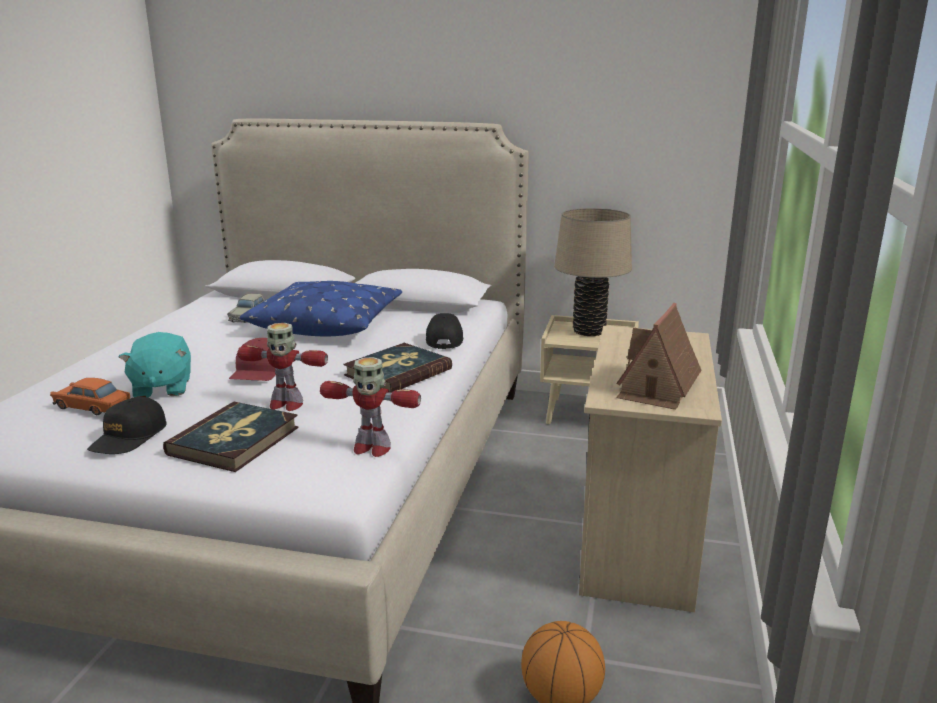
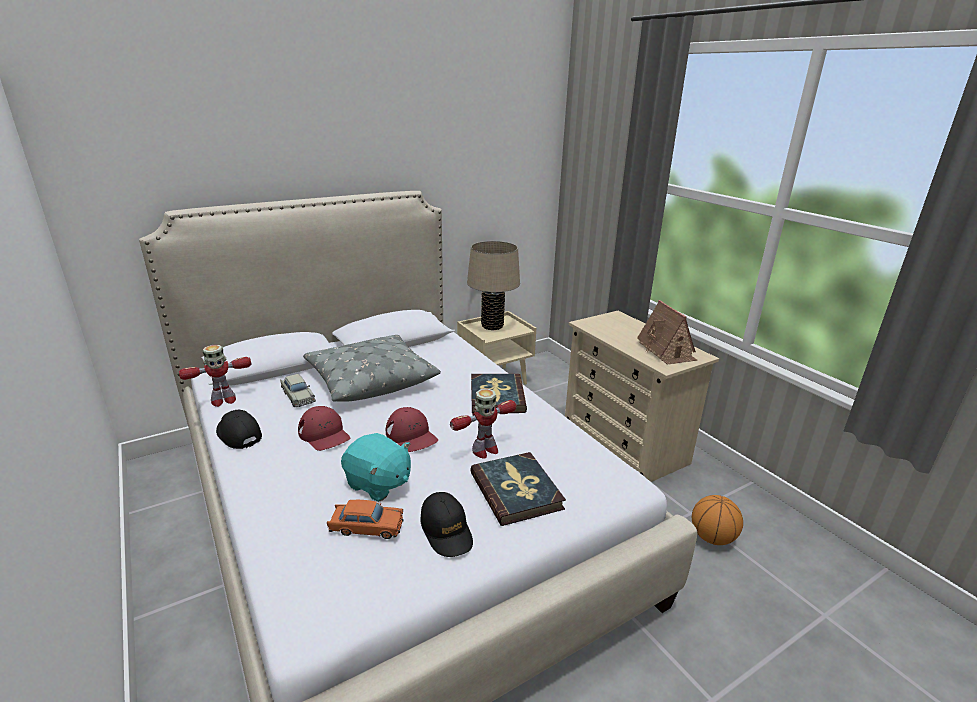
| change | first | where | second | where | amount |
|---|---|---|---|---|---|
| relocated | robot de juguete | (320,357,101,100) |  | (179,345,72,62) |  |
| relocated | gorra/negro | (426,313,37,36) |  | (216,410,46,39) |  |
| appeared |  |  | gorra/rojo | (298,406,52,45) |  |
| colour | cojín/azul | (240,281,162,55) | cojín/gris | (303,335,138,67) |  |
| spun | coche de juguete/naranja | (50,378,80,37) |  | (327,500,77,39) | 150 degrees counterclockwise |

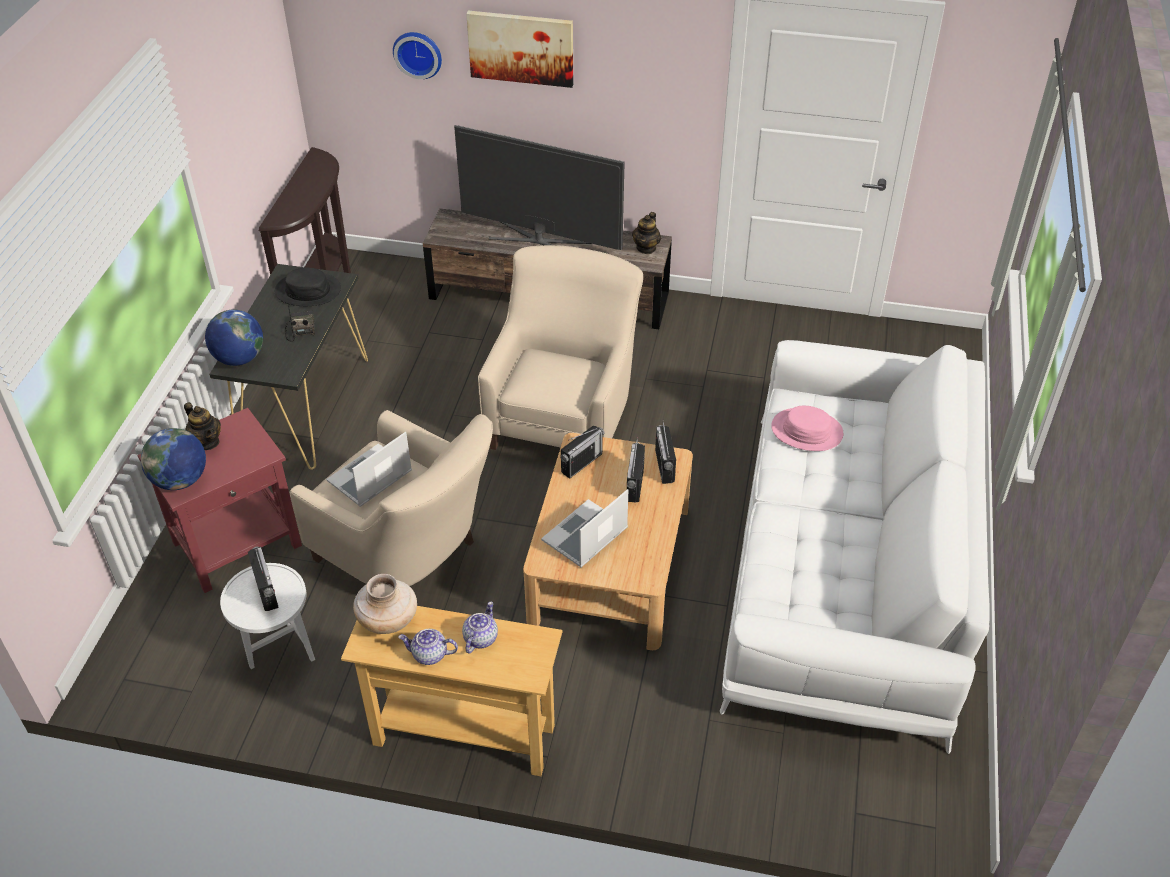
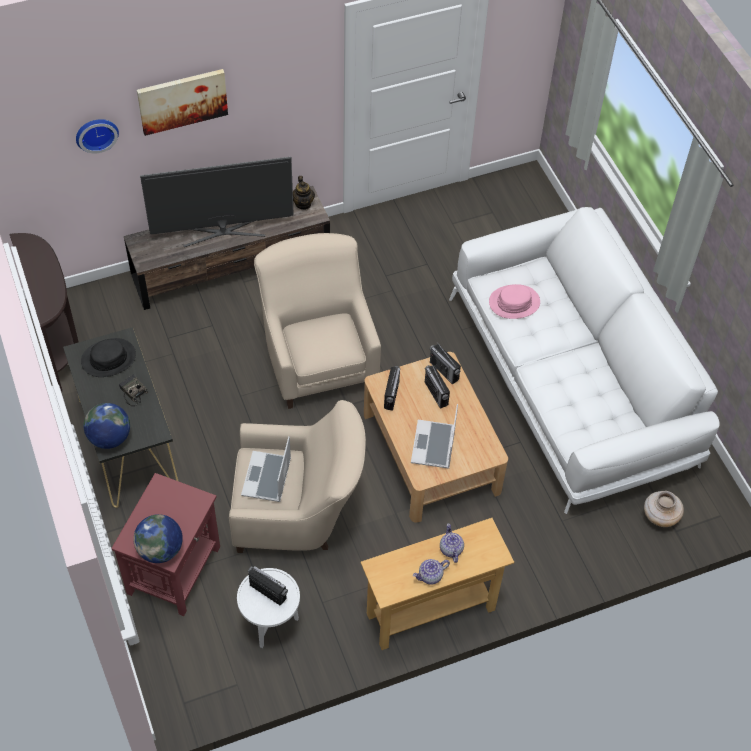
| change | first | where | second | where | amount |
|---|---|---|---|---|---|
| relocated | florero/beis | (353,574,64,60) |  | (644,491,40,36) |  |
| missing | tetera | (184,402,37,48) |  |  |  |

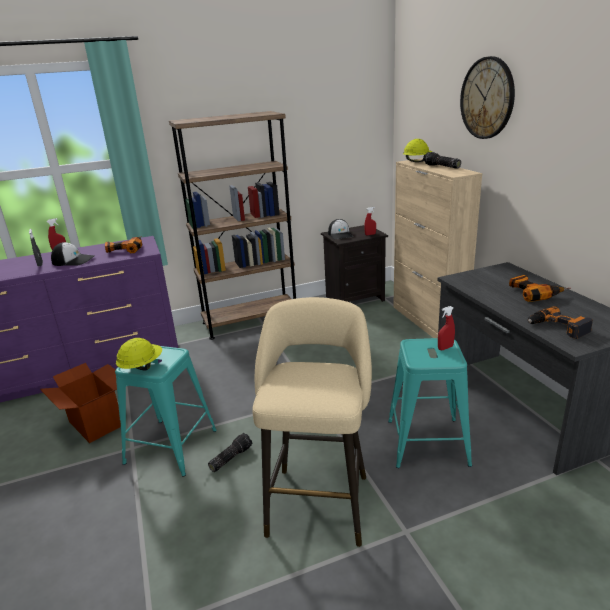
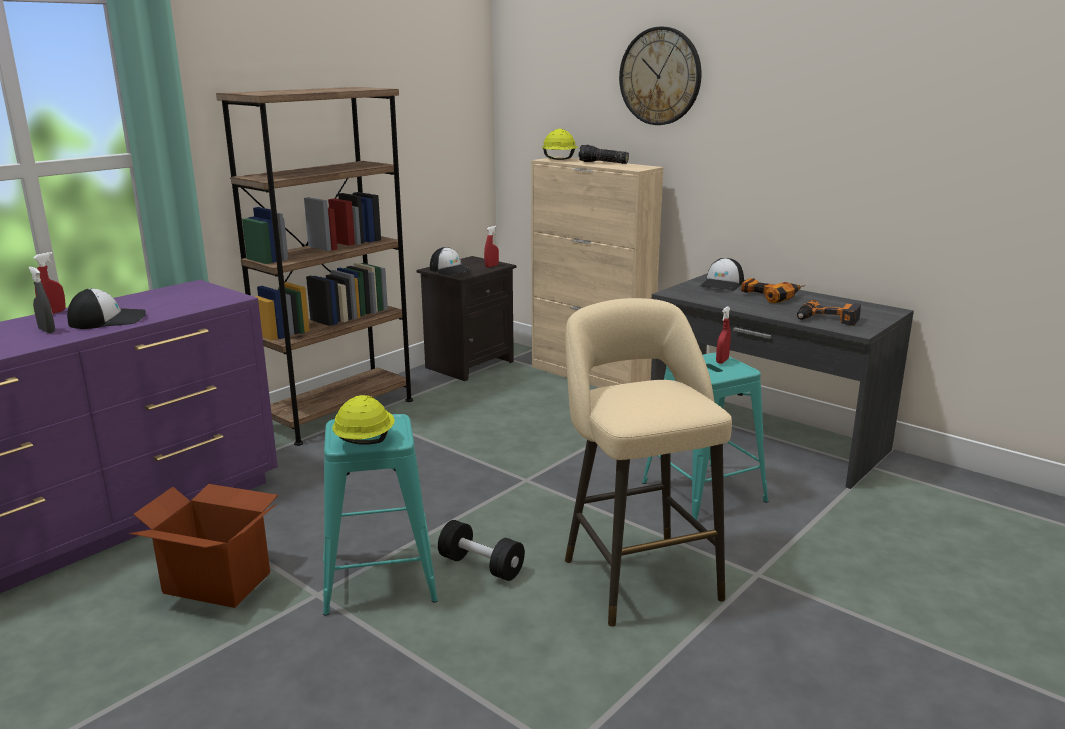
| change | first | where | second | where | amount |
|---|---|---|---|---|---|
| exchanged | linterna | (208,433,44,39) | mancuerna/negro | (438,520,87,61) |  |
| appeared |  |  | gorra | (700,258,44,33) |  |
| missing | taladro | (105,236,37,17) |  |  |  |

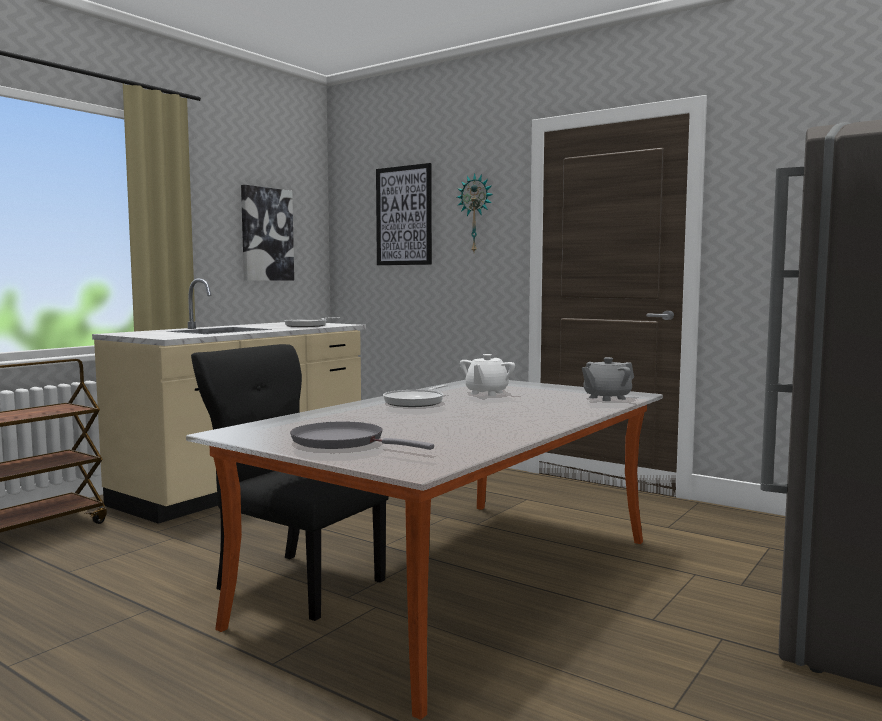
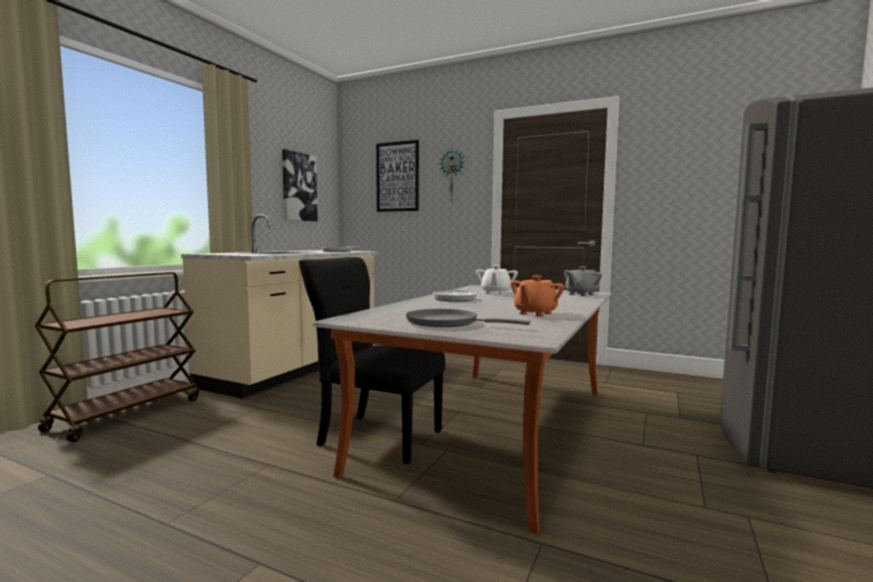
| change | first | where | second | where | amount |
|---|---|---|---|---|---|
| appeared |  |  | tetera/naranja | (510,275,54,42) |  |

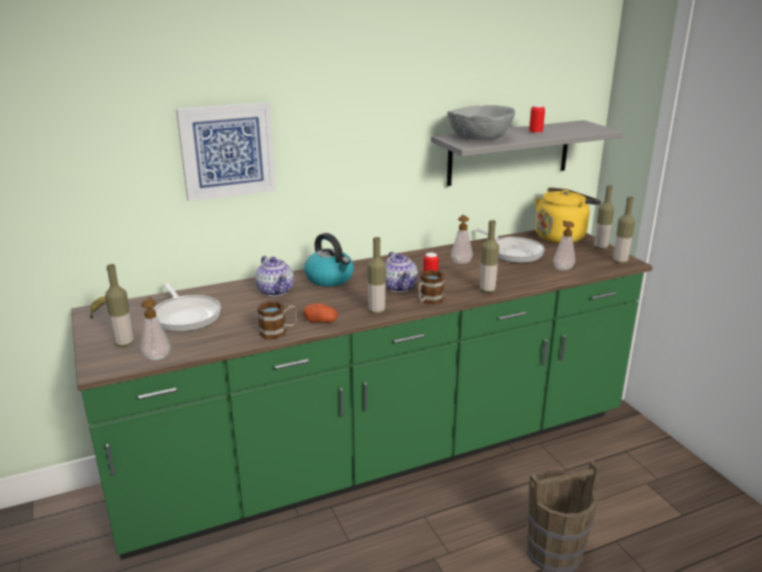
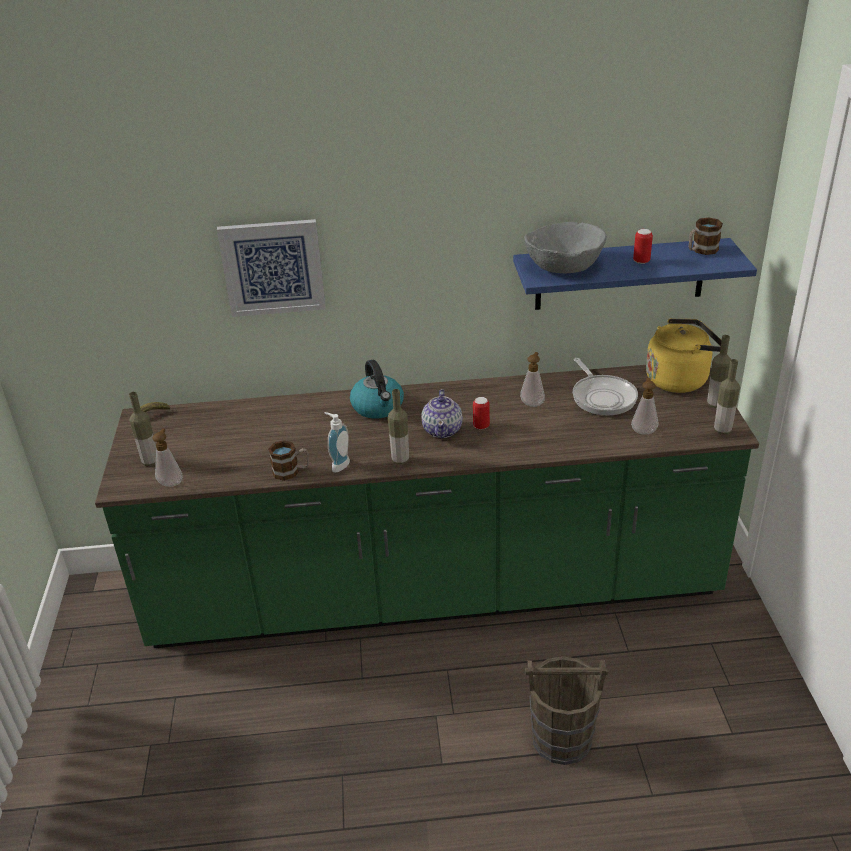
| change | first | where | second | where | amount |
|---|---|---|---|---|---|
| exchanged | patata | (303,303,35,19) | dispensador de jabón | (325,412,25,61) |  |
| colour | estante/gris | (431,120,192,66) | estante/azul | (513,238,244,72) |  |
| relocated | taza grande | (418,270,27,35) |  | (689,218,34,37) |  |
| missing | sartén | (154,283,67,49) |  |  |  |
| missing | tetera | (255,256,39,40) |  |  |  |
| missing | botella | (480,220,19,73) |  |  |  |

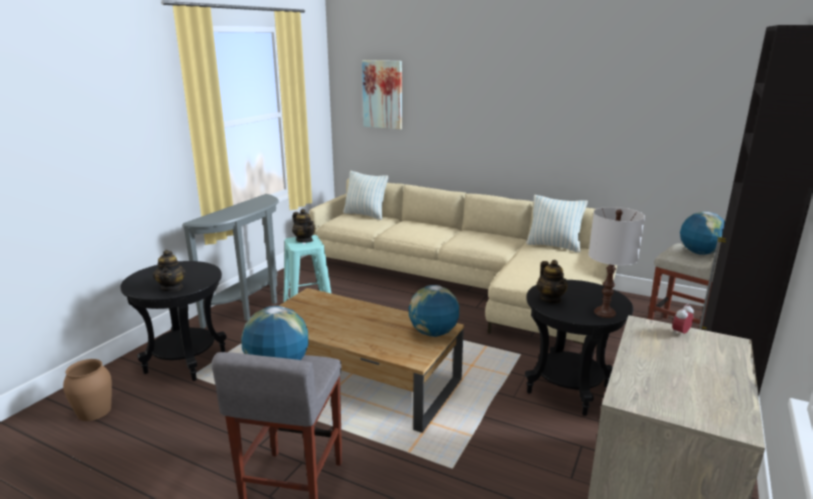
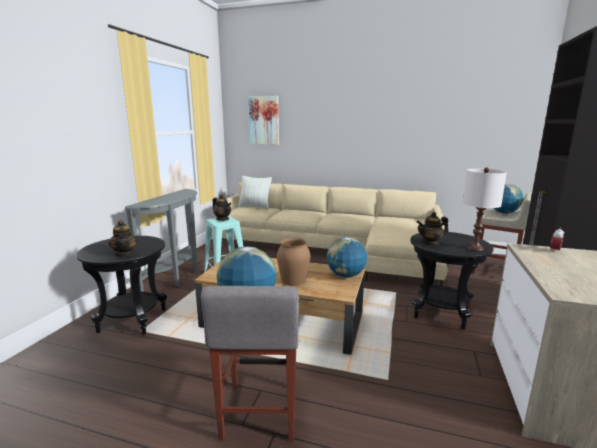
| change | first | where | second | where | amount |
|---|---|---|---|---|---|
| relocated | florero/marrón | (63,359,49,62) |  | (277,238,33,48) |  |
| spun | tetera | (537,260,31,44) |  | (416,212,33,34) | 105 degrees clockwise |
| missing | cojín | (526,195,62,58) |  |  |  |

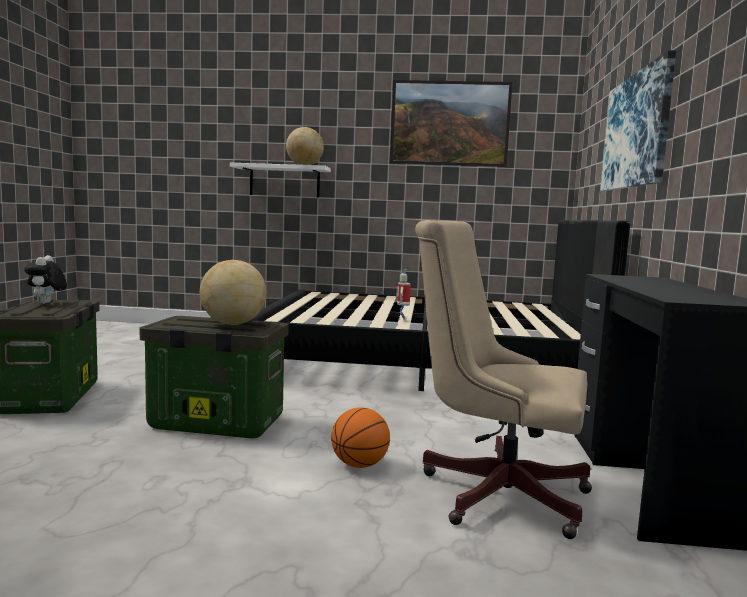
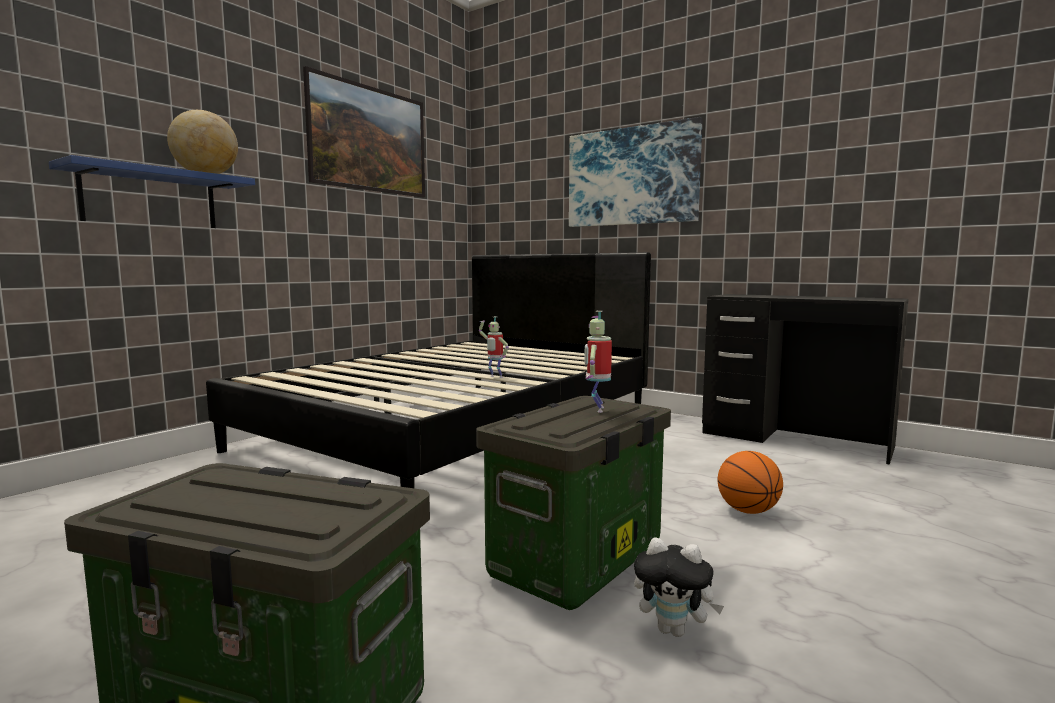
| change | first | where | second | where | amount |
|---|---|---|---|---|---|
| colour | estante/blanco | (230,163,101,34) | estante/azul | (49,155,206,73) |  |
| exchanged | globo terráqueo | (199,260,67,65) | robot de juguete | (584,311,28,102) |  |
| relocated | peluche | (24,255,43,49) |  | (634,537,90,100) |  |
| missing | silla de oficina/beis | (415,220,177,319) |  |  |  |

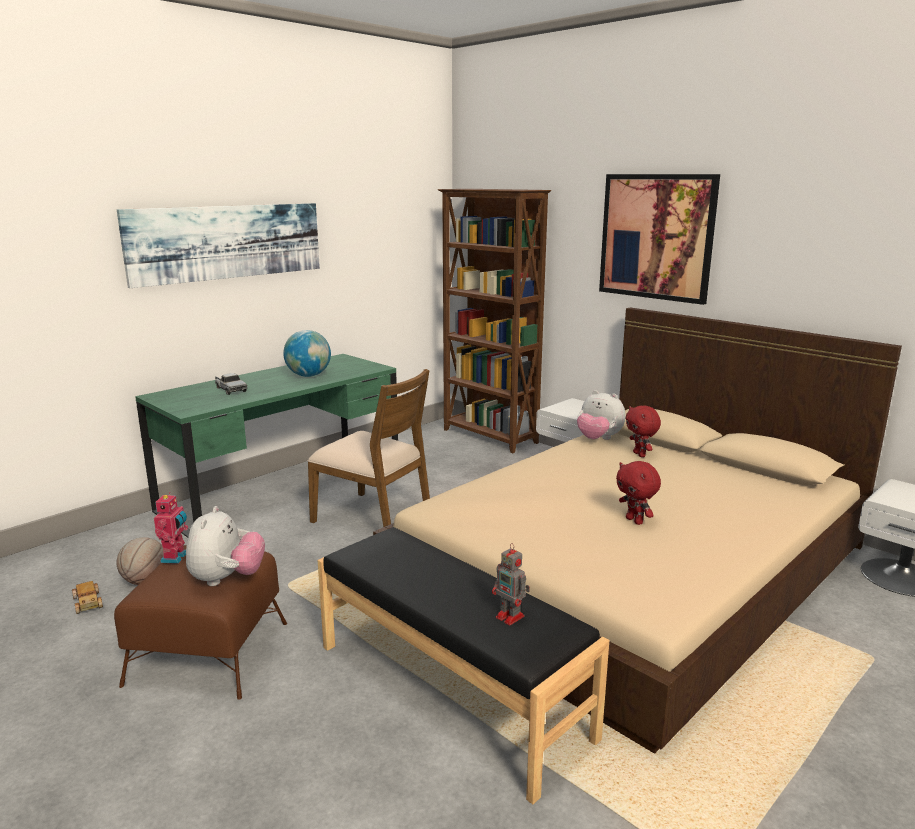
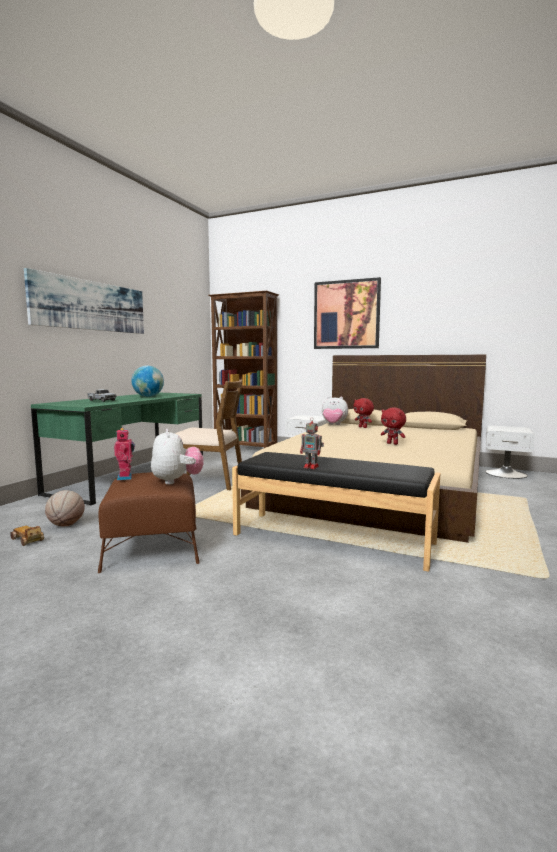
| change | first | where | second | where | amount |
|---|---|---|---|---|---|
| relocated | robot de juguete | (492,543,38,82) |  | (300,417,24,52) |  |

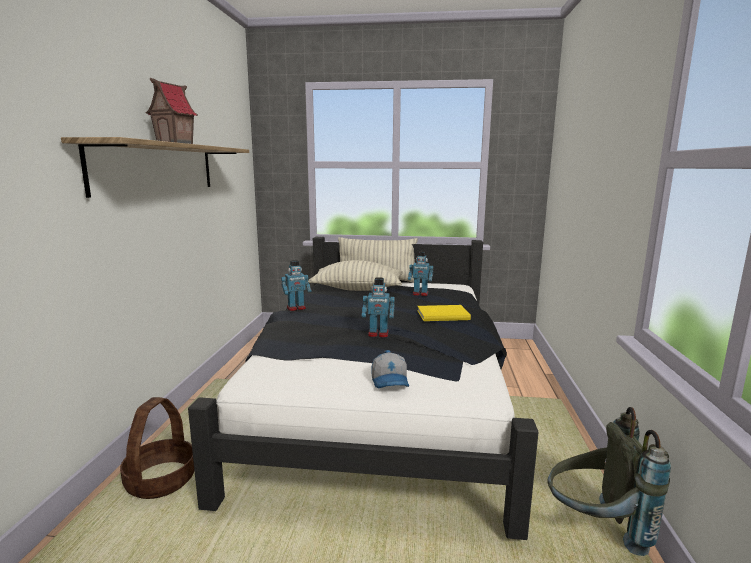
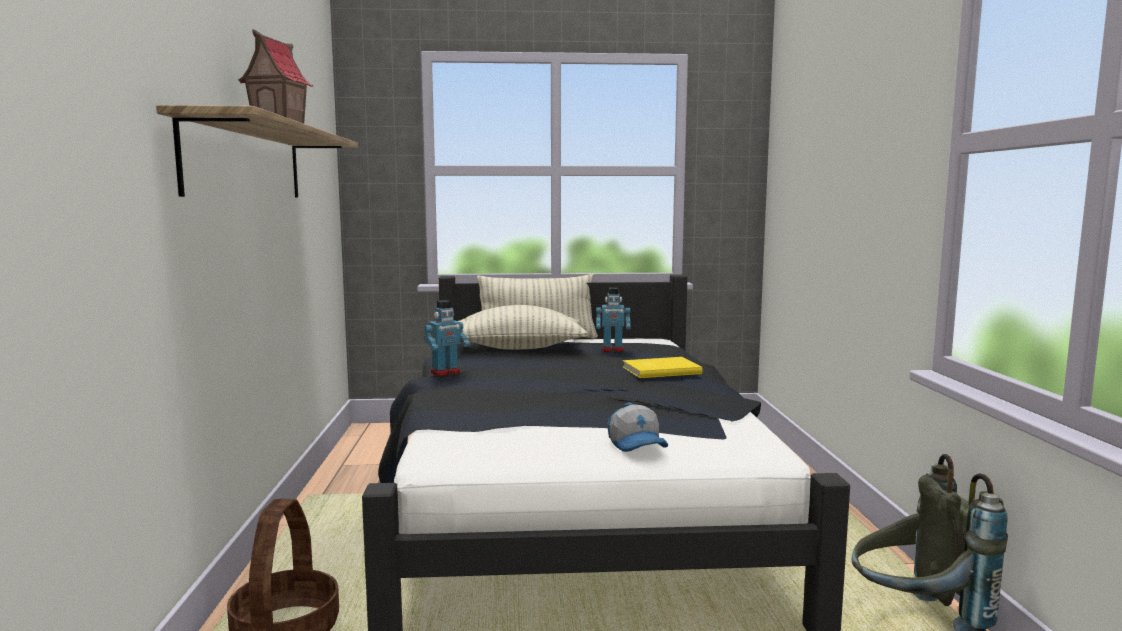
| change | first | where | second | where | amount |
|---|---|---|---|---|---|
| missing | robot de juguete | (362,278,33,60) |  |  |  |

